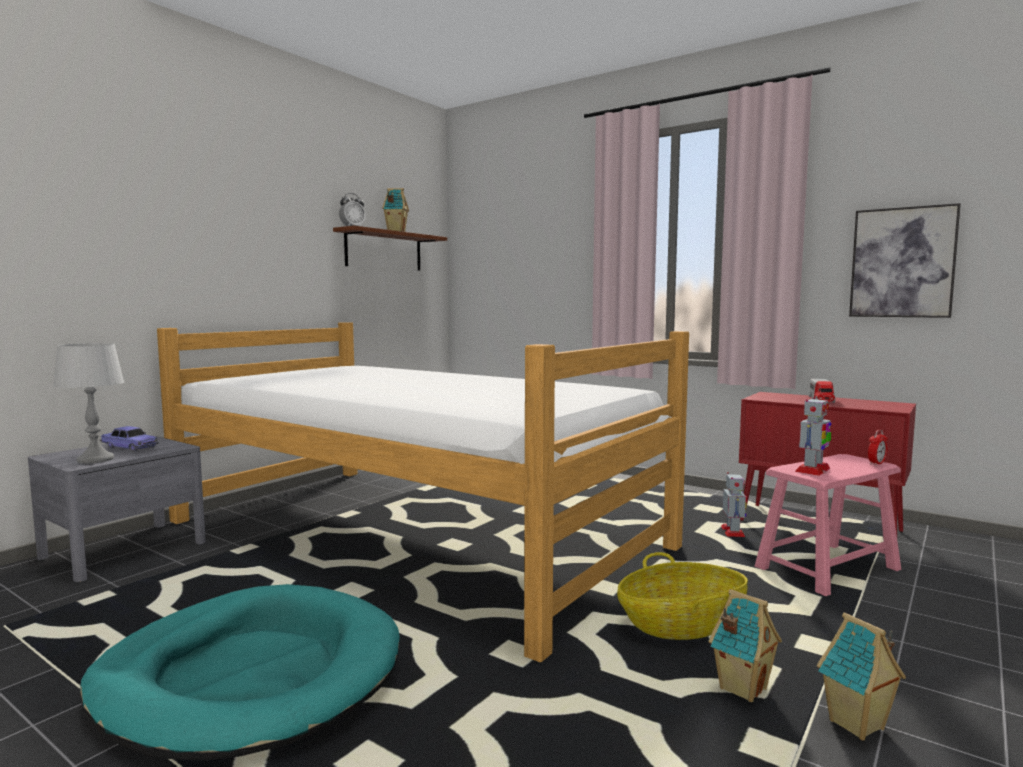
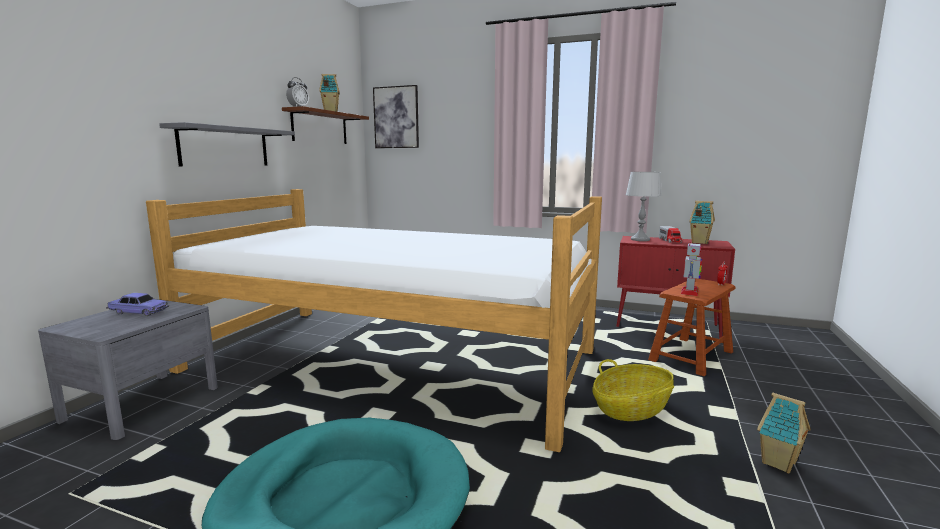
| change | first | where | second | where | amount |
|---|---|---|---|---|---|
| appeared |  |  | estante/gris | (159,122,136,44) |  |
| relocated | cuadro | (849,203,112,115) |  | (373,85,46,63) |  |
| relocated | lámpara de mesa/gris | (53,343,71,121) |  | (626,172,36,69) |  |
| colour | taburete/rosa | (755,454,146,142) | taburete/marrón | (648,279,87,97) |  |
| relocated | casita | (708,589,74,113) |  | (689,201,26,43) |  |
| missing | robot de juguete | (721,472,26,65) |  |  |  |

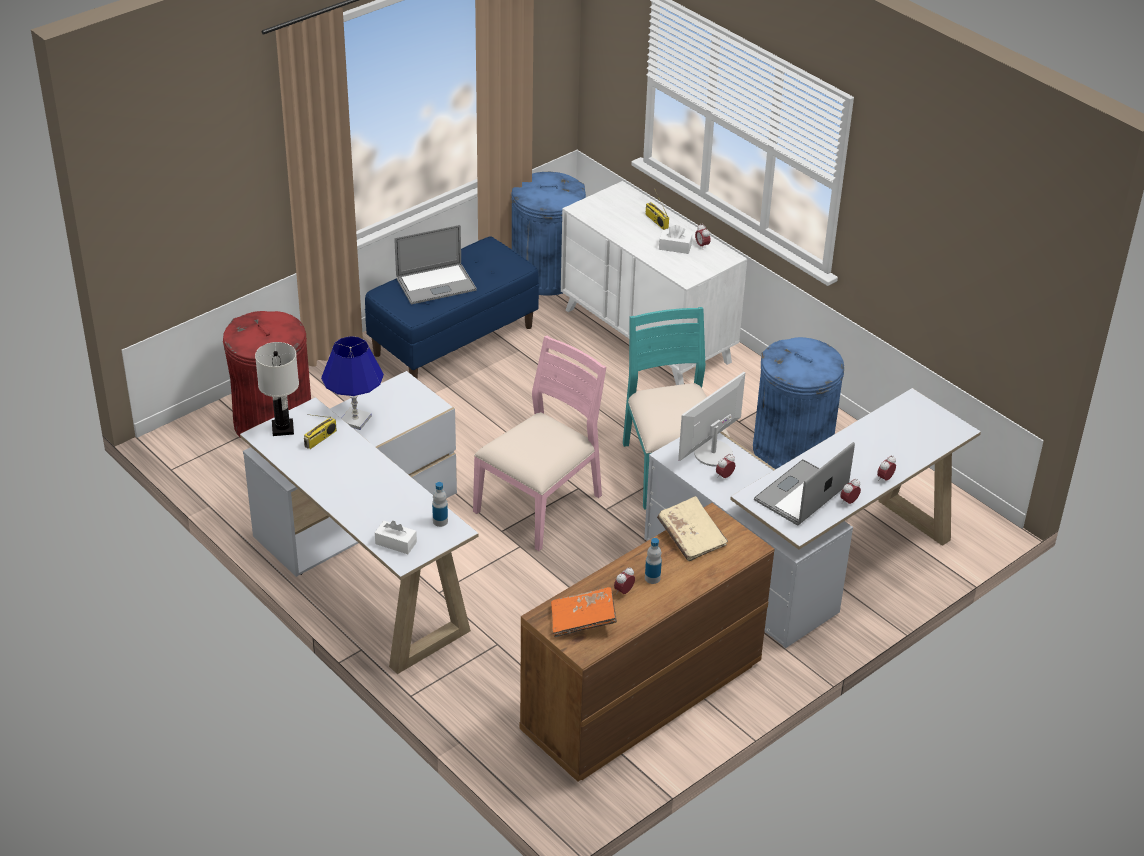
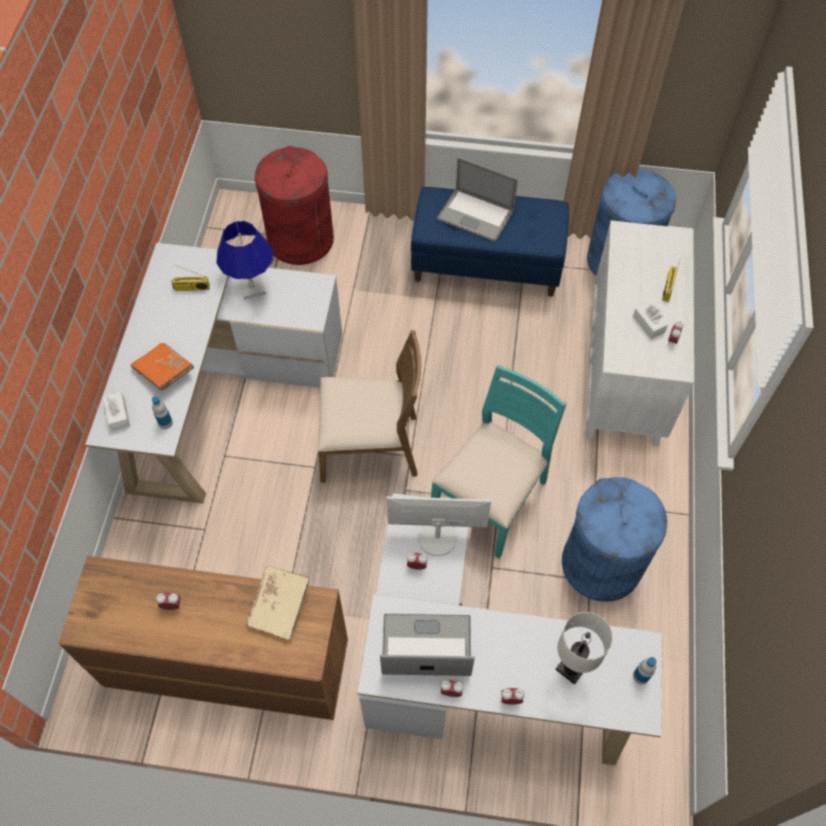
| change | first | where | second | where | amount |
|---|---|---|---|---|---|
| relocated | libro/naranja | (551,587,66,50) |  | (130,343,64,48) |  |
| colour | silla/rosa | (473,336,133,215) | silla/marrón | (318,330,103,153) |  |
| relocated | lámpara de mesa/blanco | (255,342,44,94) |  | (555,612,58,73) |  |
| relocated | botella | (645,538,17,46) |  | (633,657,23,27) |  |

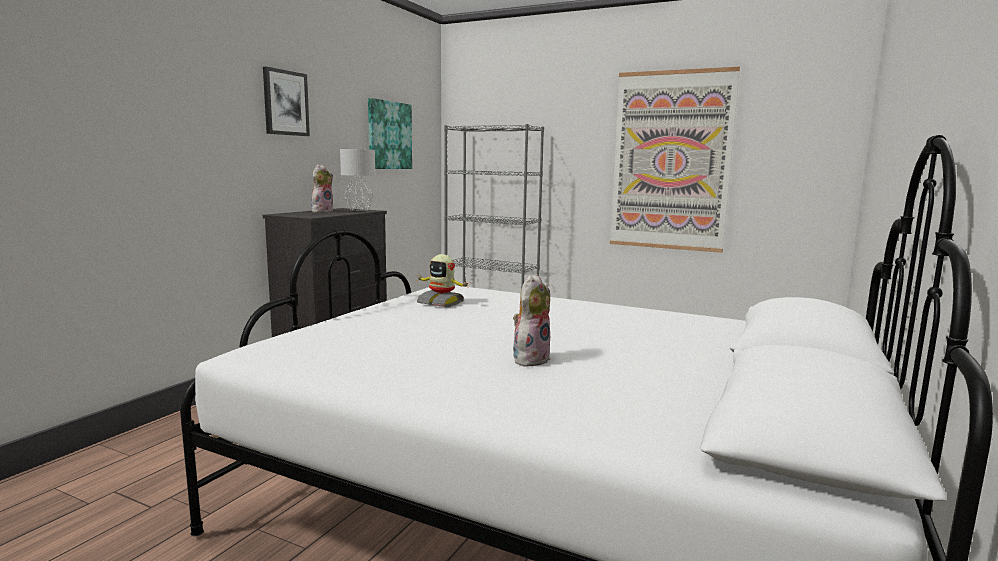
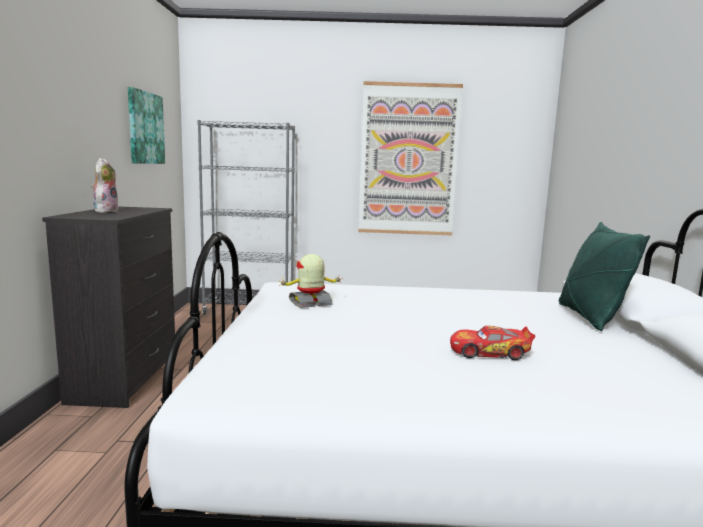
| change | first | where | second | where | amount |
|---|---|---|---|---|---|
| spun | robot de juguete | (417,254,51,53) |  | (279,254,64,54) | 150 degrees clockwise |
| exchanged | peluche | (513,274,37,93) | coche de juguete | (450,326,85,34) |  |
| appeared |  |  | cojín/verde | (559,222,91,109) |  |
| missing | cuadro | (263,67,47,69) |  |  |  |
| missing | lámpara de mesa/gris | (340,149,35,62) |  |  |  |

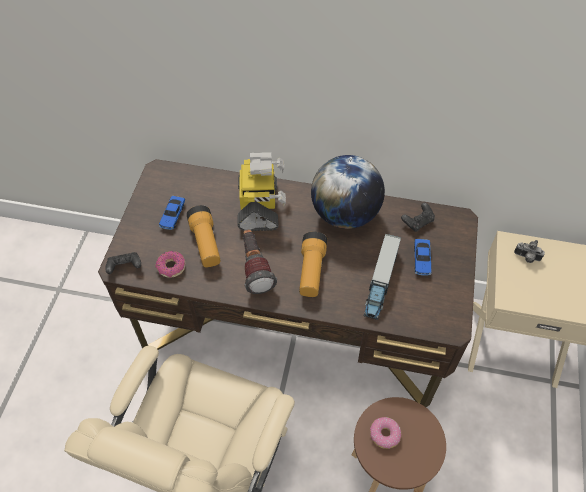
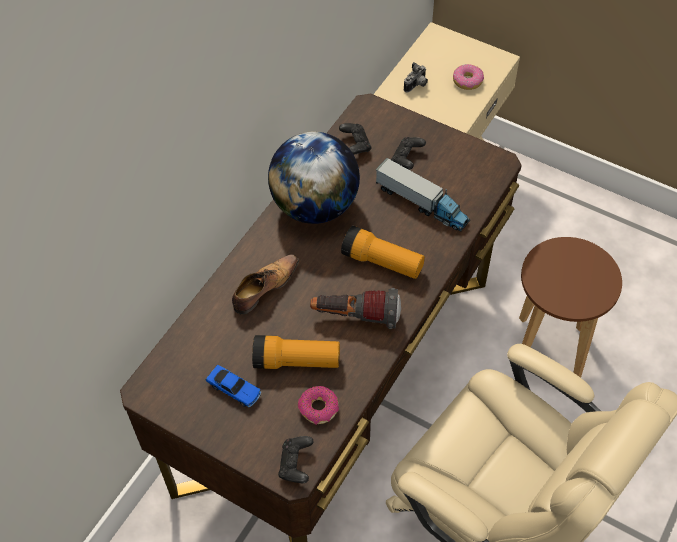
| change | first | where | second | where | amount |
|---|---|---|---|---|---|
| exchanged | robot de juguete | (238,153,48,78) | zapato | (232,254,67,60) |  |
| exchanged | coche de juguete | (414,239,18,37) | mando de consola/negro | (391,137,35,32) |  |
| relocated | rosquilla | (370,417,31,32) |  | (453,64,31,26) |  |

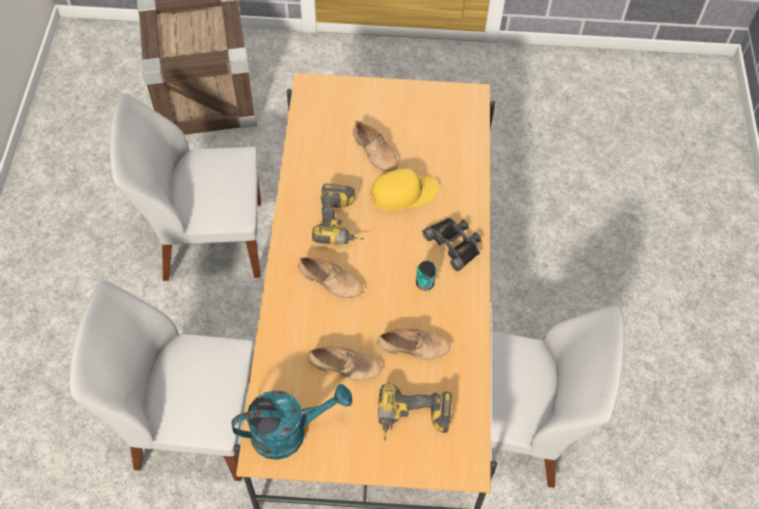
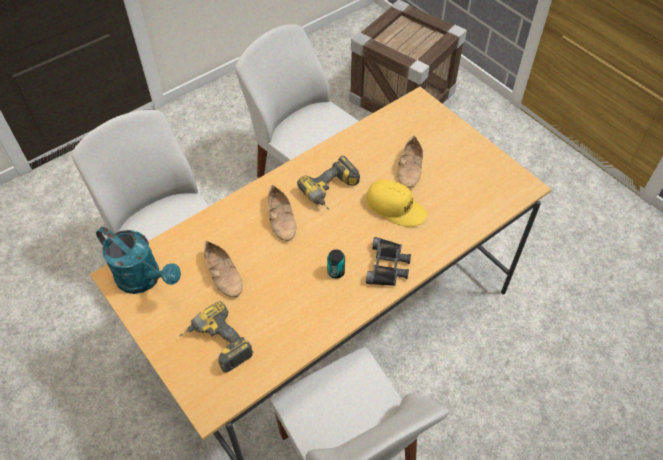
| change | first | where | second | where | amount |
|---|---|---|---|---|---|
| missing | zapato/beis | (376,327,75,33) |  |  |  |

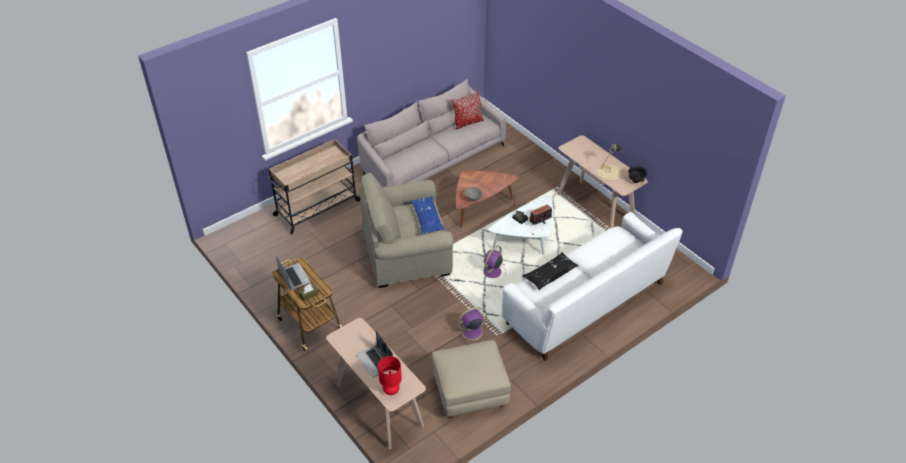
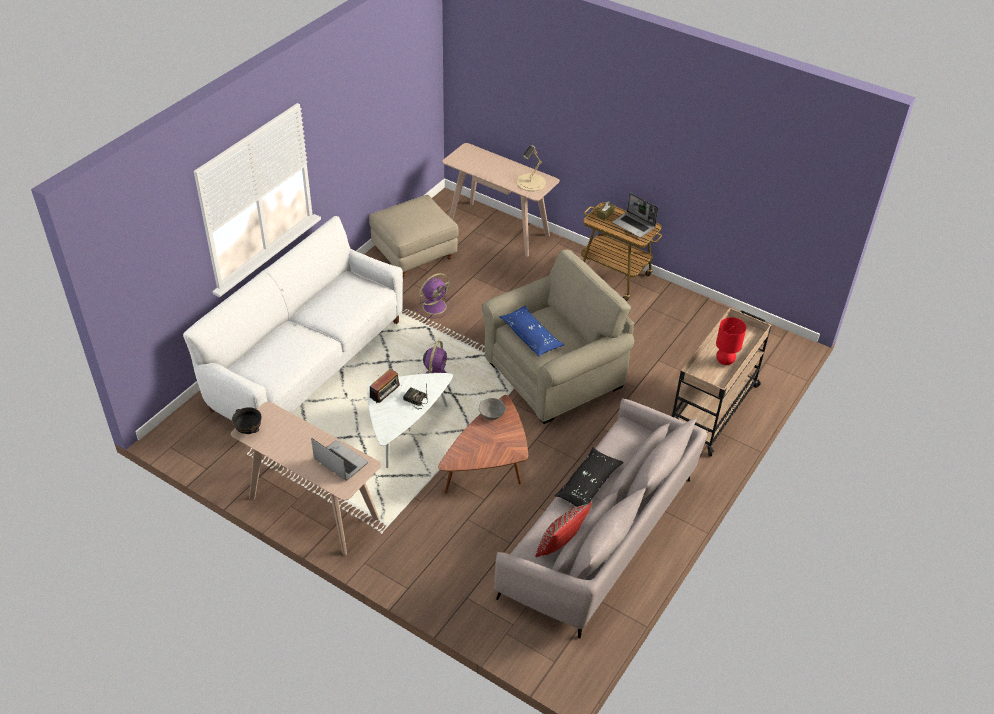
| change | first | where | second | where | amount |
|---|---|---|---|---|---|
| relocated | portátil | (357,331,36,47) |  | (311,438,57,43) |  |
| relocated | lámpara de mesa/beis | (597,144,25,37) |  | (516,145,30,46) |  |
| relocated | cojín/negro | (522,252,57,38) |  | (555,447,69,60) |  |
| relocated | lámpara de mesa/rojo | (378,356,24,39) |  | (716,317,30,48) |  |

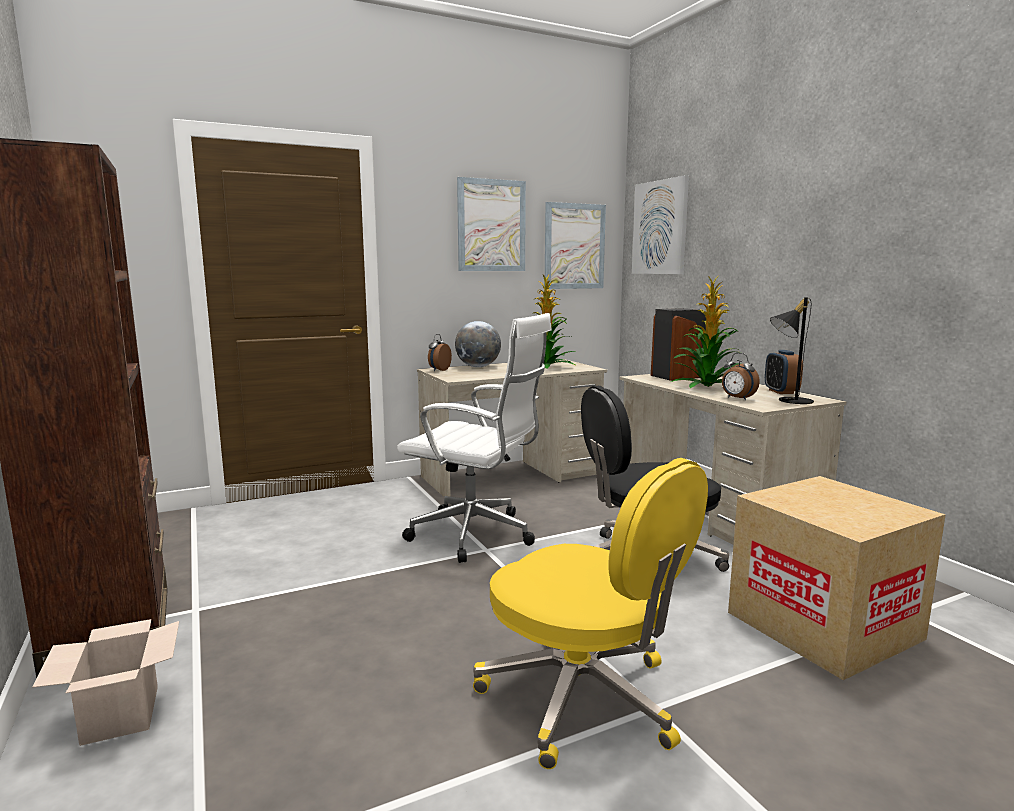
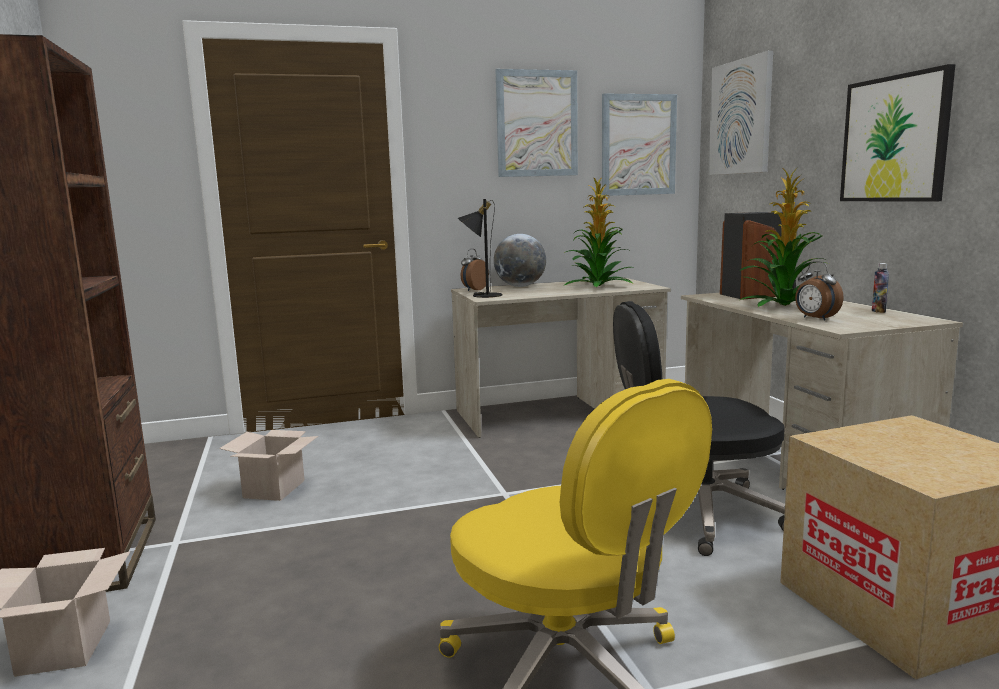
| change | first | where | second | where | amount |
|---|---|---|---|---|---|
| appeared |  |  | caja de cartón | (219,430,99,71) |  |
| relocated | lámpara de mesa/negro | (770,297,44,107) |  | (458,199,45,99) |  |
| appeared |  |  | cuadro | (840,64,115,138) |  |
| exchanged | despertador | (765,350,38,44) | botella | (872,263,17,50) |  |
| missing | silla de oficina/blanco | (397,313,155,250) |  |  |  |

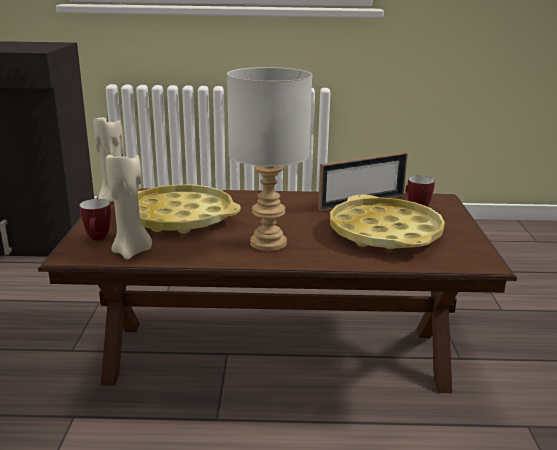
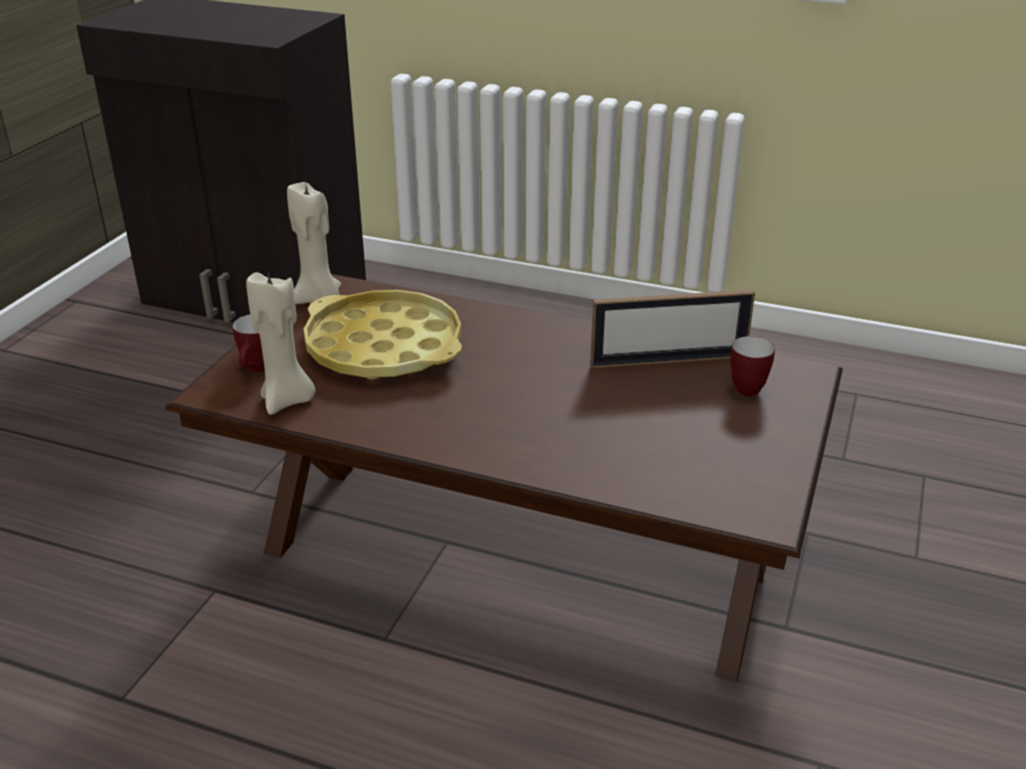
| change | first | where | second | where | amount |
|---|---|---|---|---|---|
| missing | lámpara de mesa/gris | (227,67,85,184) |  |  |  |
| missing | bandeja/amarillo | (330,194,115,55) |  |  |  |

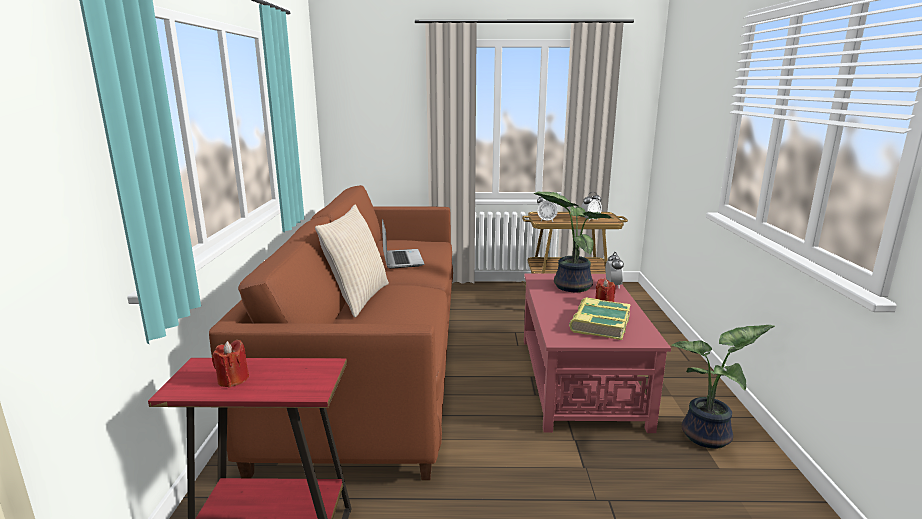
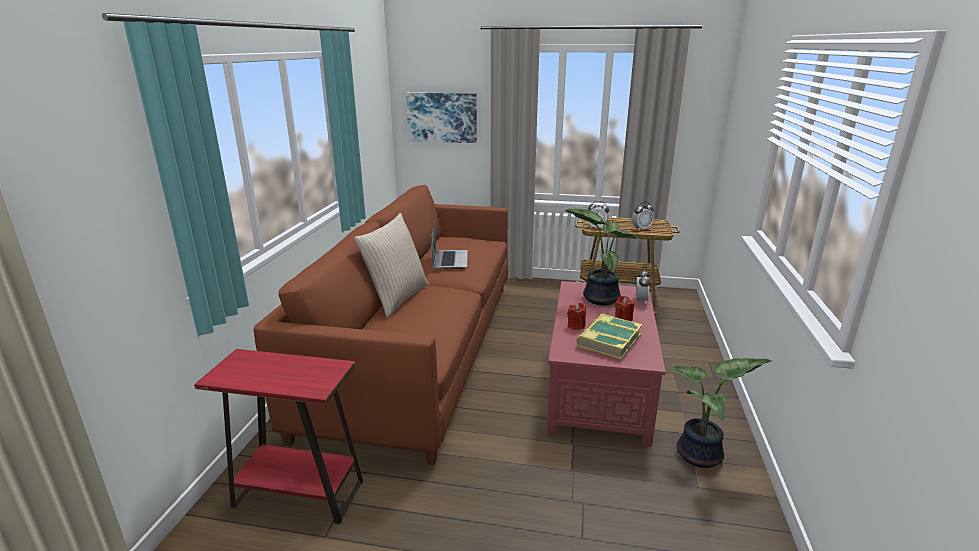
| change | first | where | second | where | amount |
|---|---|---|---|---|---|
| appeared |  |  | cuadro | (406,92,71,51) |  |
| relocated | vela/rojo | (212,340,37,48) |  | (567,303,19,27) |  |

